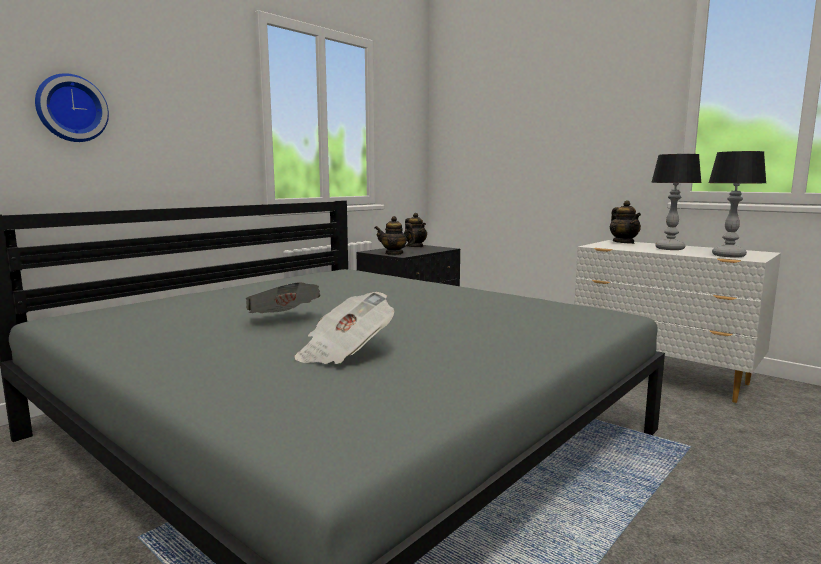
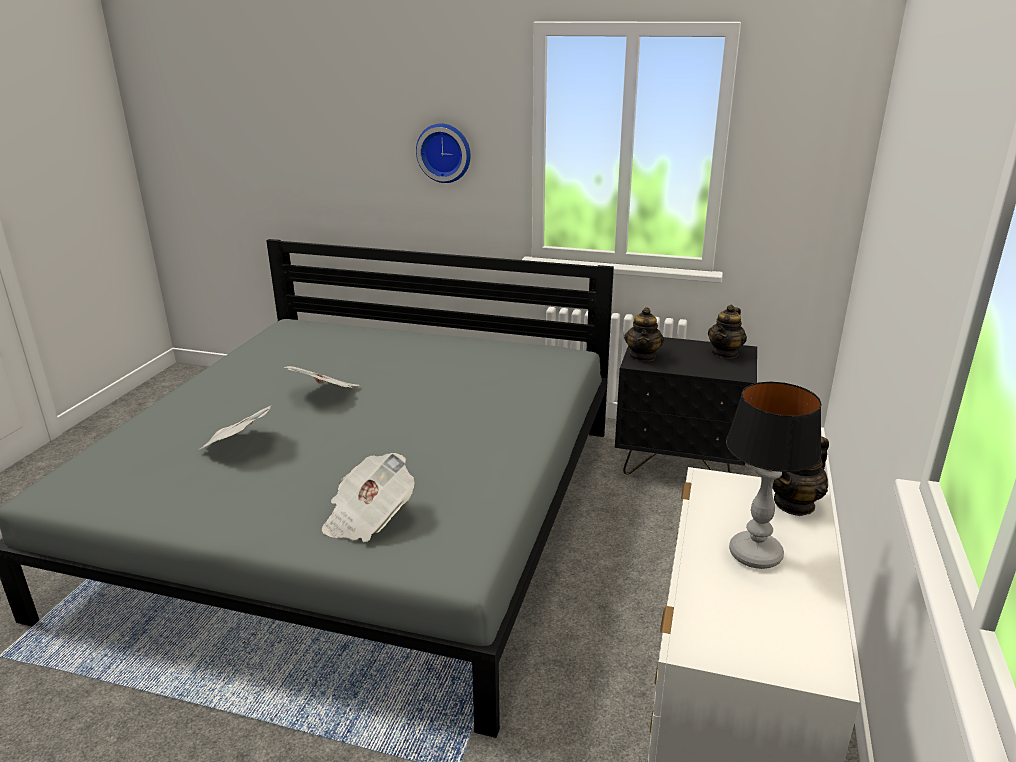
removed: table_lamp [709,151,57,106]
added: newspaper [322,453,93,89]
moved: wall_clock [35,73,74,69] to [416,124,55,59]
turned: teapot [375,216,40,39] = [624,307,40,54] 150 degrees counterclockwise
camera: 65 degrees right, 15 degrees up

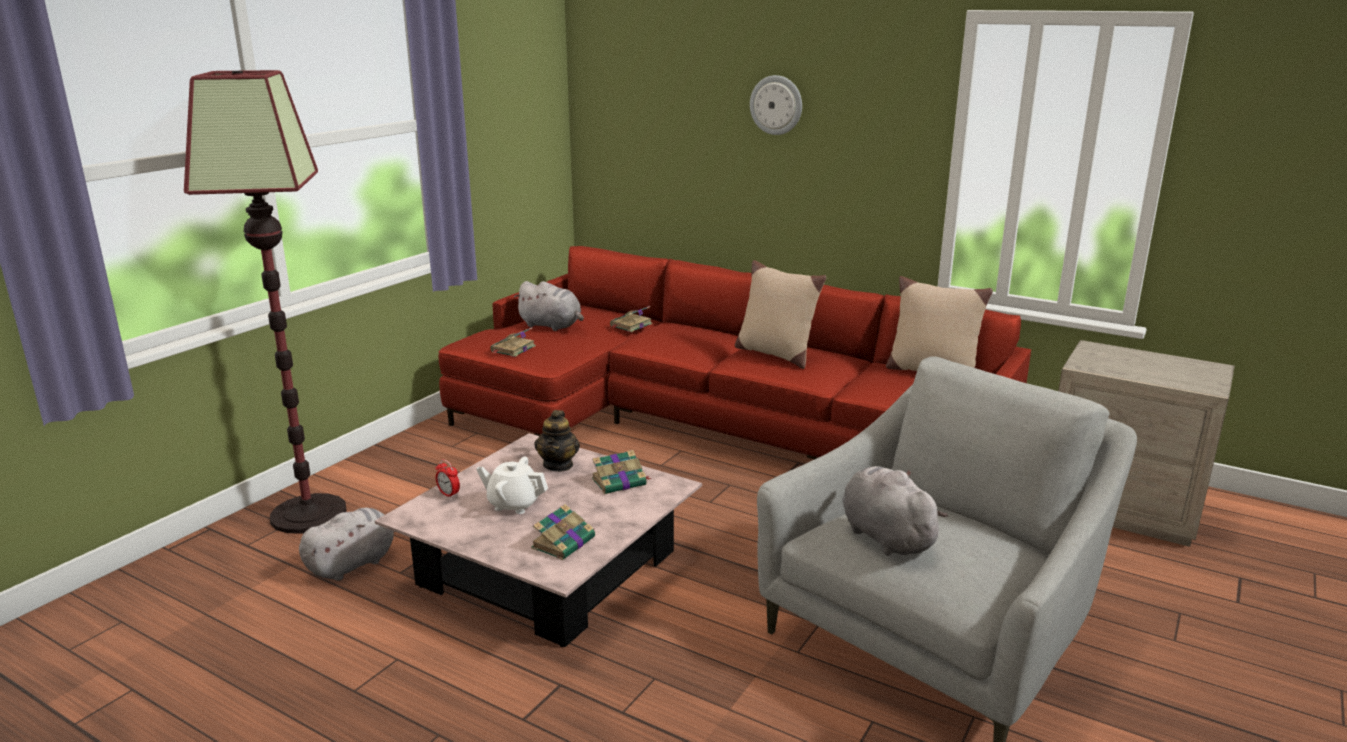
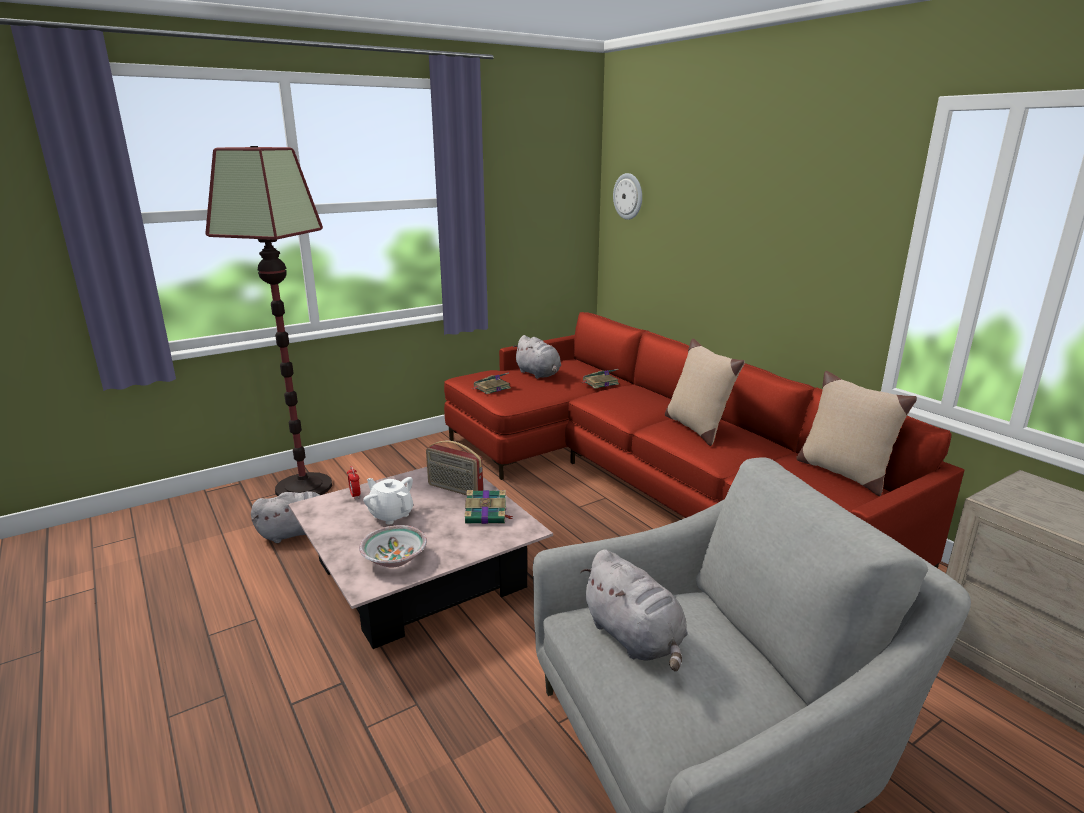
moved: wall_clock [750,75,52,60] to [613,173,29,47]
replaced: teapot [534,410,46,62] to radio [426,441,57,54]; book [531,504,64,56] to bowl [359,525,68,42]
turned: grey_plush_toy [842,466,106,90] = [580,549,107,123] 150 degrees clockwise
camera: 25 degrees right, 0 degrees up

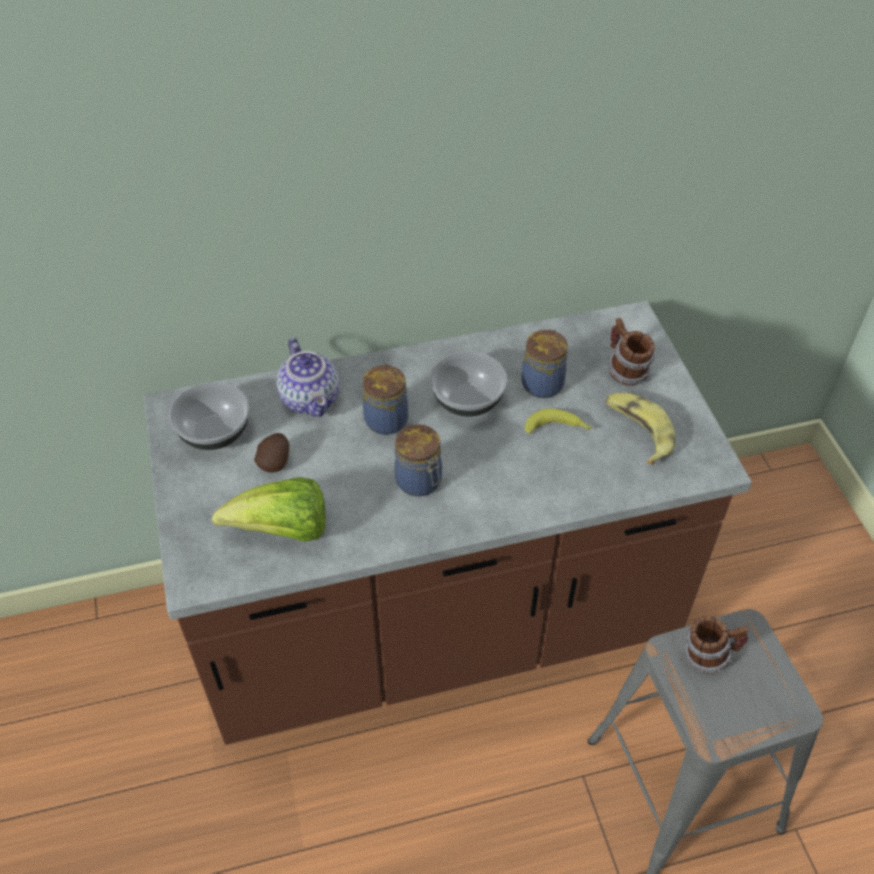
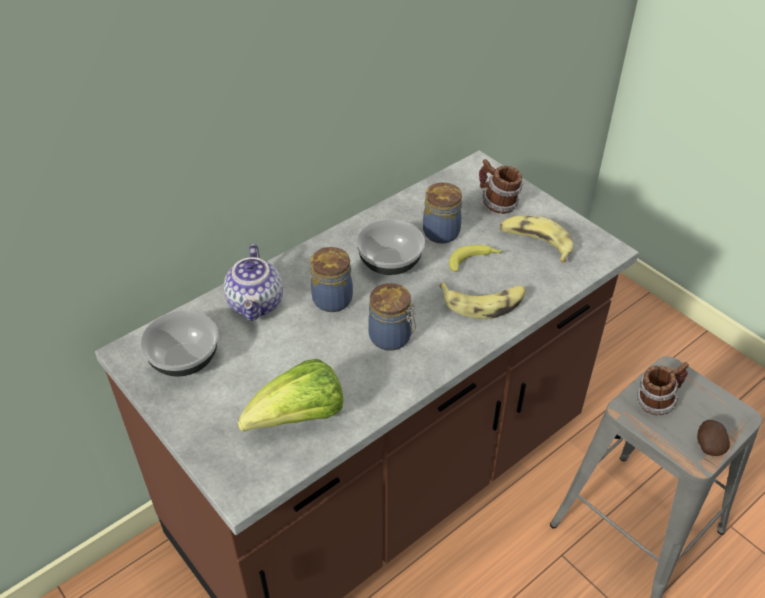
added: banana [439,282,86,37]
moved: potato [254,433,35,40] to [697,420,33,36]
turned: teapot [277,338,63,79] = [224,244,59,77] 45 degrees clockwise
camera: 25 degrees left, 5 degrees down

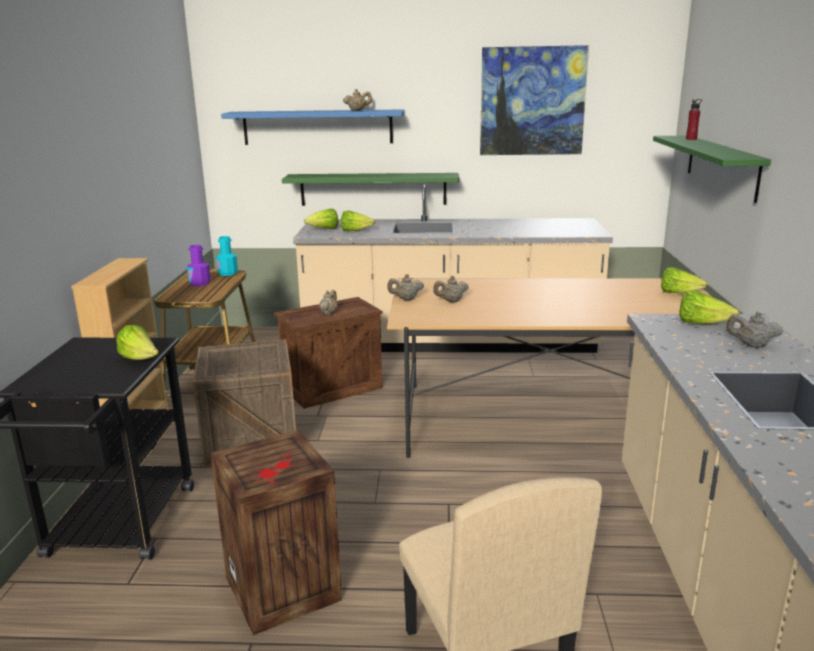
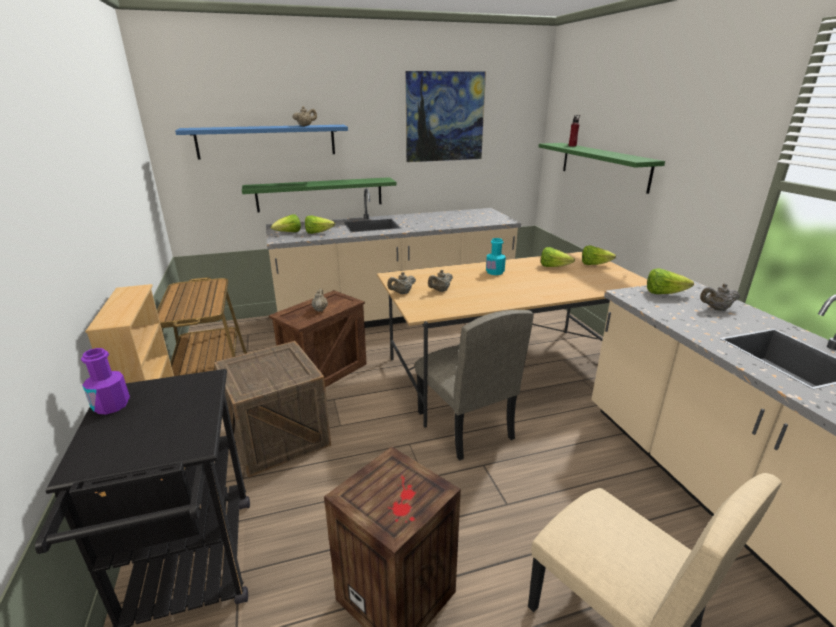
added: beige_chair [415,310,119,150]
moved: turquoise_bottle [216,236,22,40] to [486,238,20,37]; purple_bottle [187,245,24,41] to [81,348,49,66]; lettuce [116,325,43,35] to [541,247,34,20]
camera: 20 degrees left, 5 degrees up

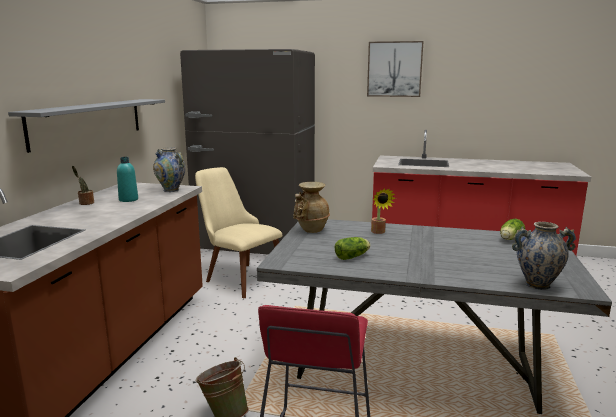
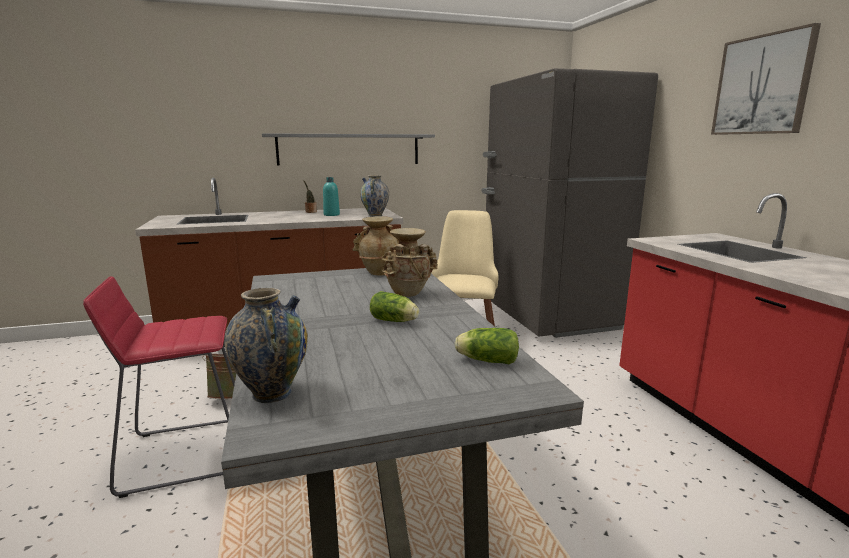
moved: lettuce [335,237,35,23] to [370,291,49,31]
replaced: potted_plant [371,188,25,46] to beige_vase [382,228,56,69]
camera: 60 degrees right, 0 degrees up

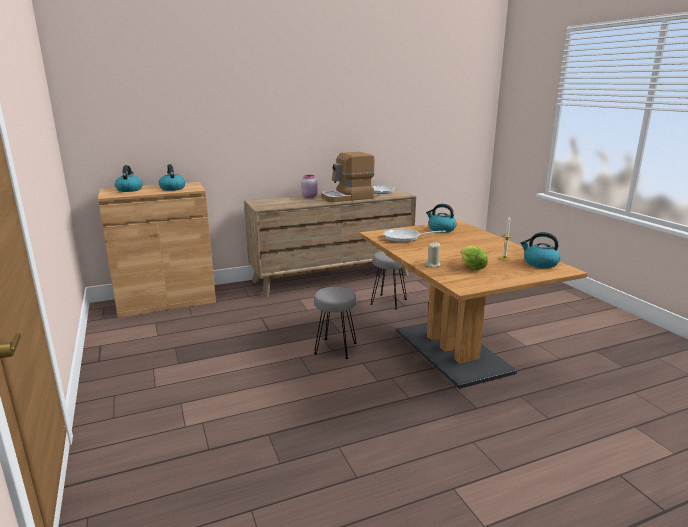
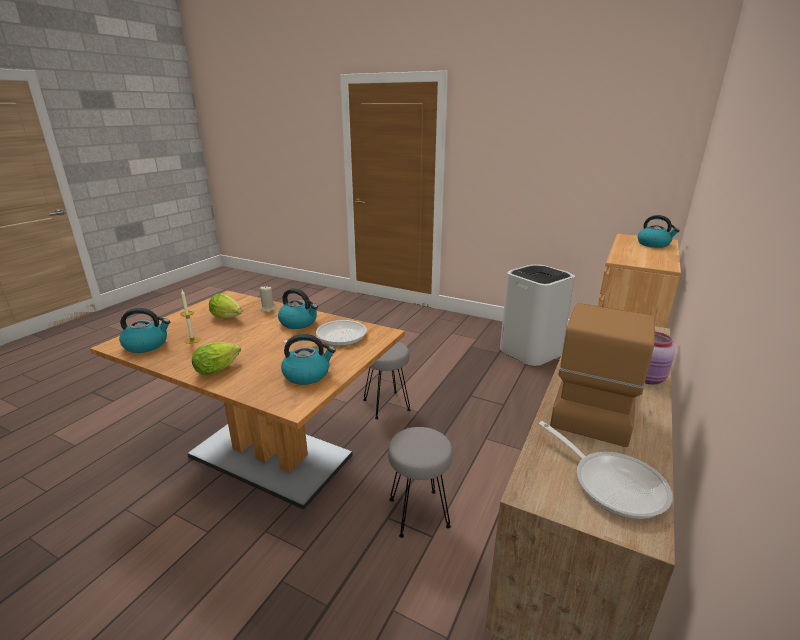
added: white_trash_can [500,264,75,102]; lettuce [192,342,49,33]
moved: kettle [159,164,26,27] to [278,288,40,41]
camera: 140 degrees right, 5 degrees up

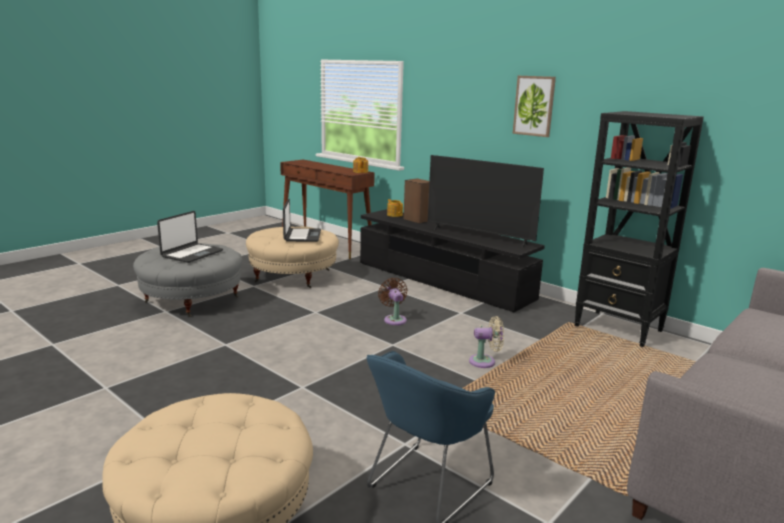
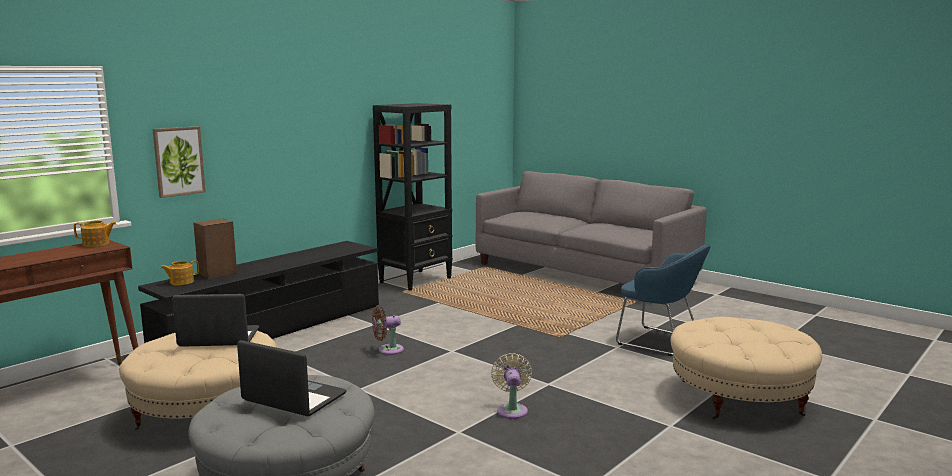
removed: television [428,155,116,92]
moved: picture [513,76,43,61] to [153,126,53,72]; beige_fan [469,316,35,52] to [491,353,41,66]
camera: 90 degrees left, 5 degrees down

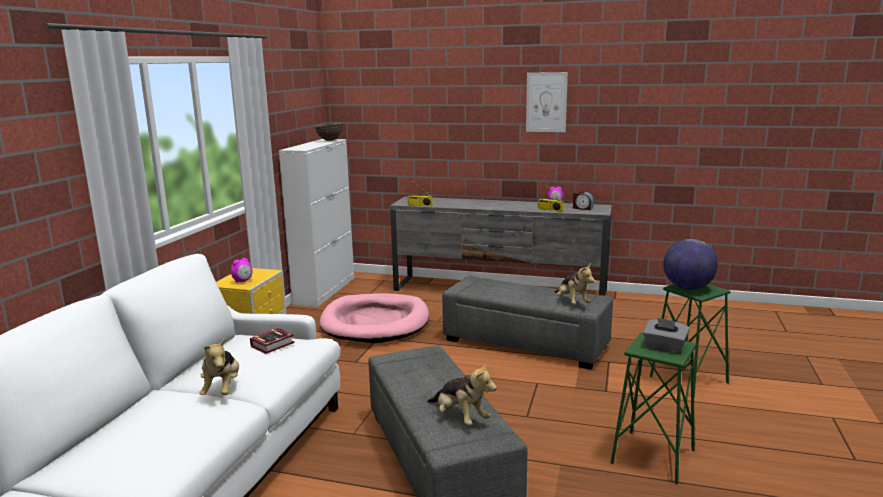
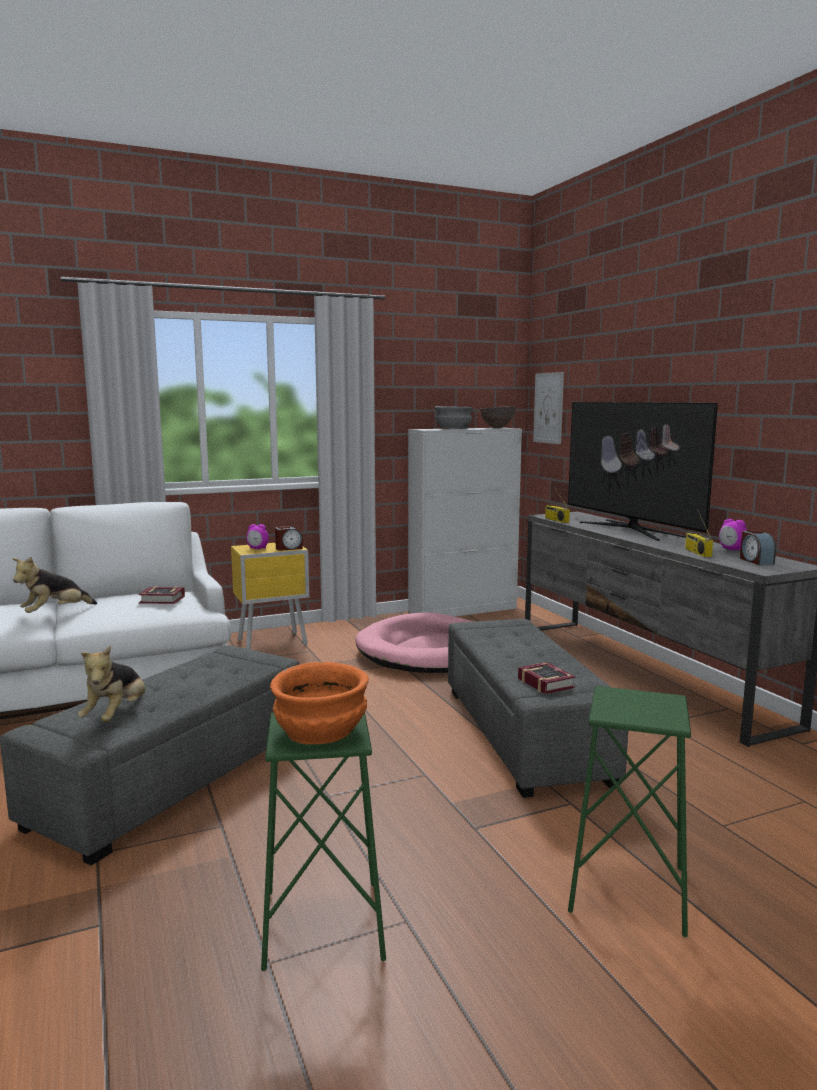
removed: globe [663,239,55,51]
added: television [568,402,150,139]; grey_bowl [435,406,38,23]; alarm_clock [275,526,28,25]
moved: picture [526,72,42,60] to [533,372,31,72]
replaced: plush_toy [554,263,41,41] to book [518,662,57,32]; grey_tissue_box [643,317,47,36] to orange_bowl [270,662,99,82]
camera: 50 degrees right, 5 degrees down

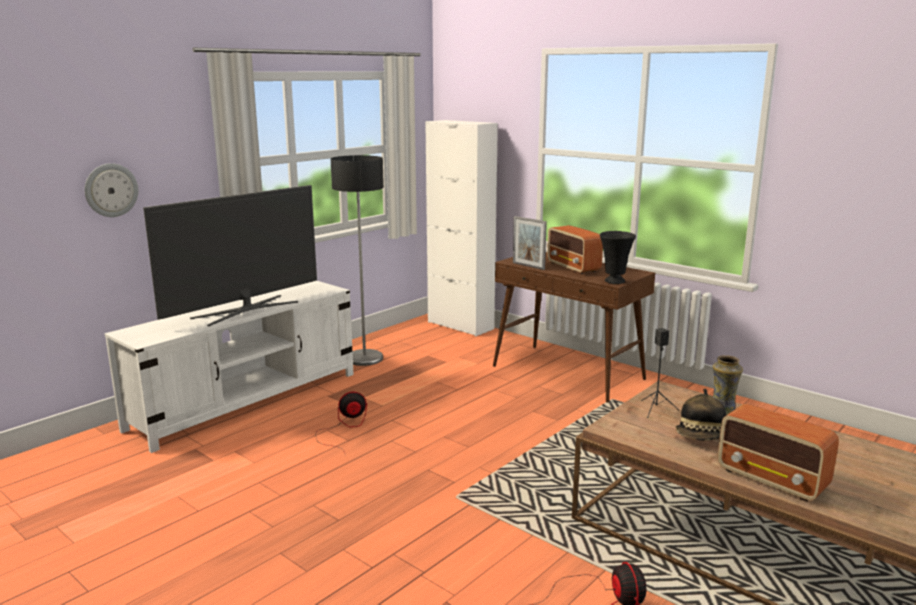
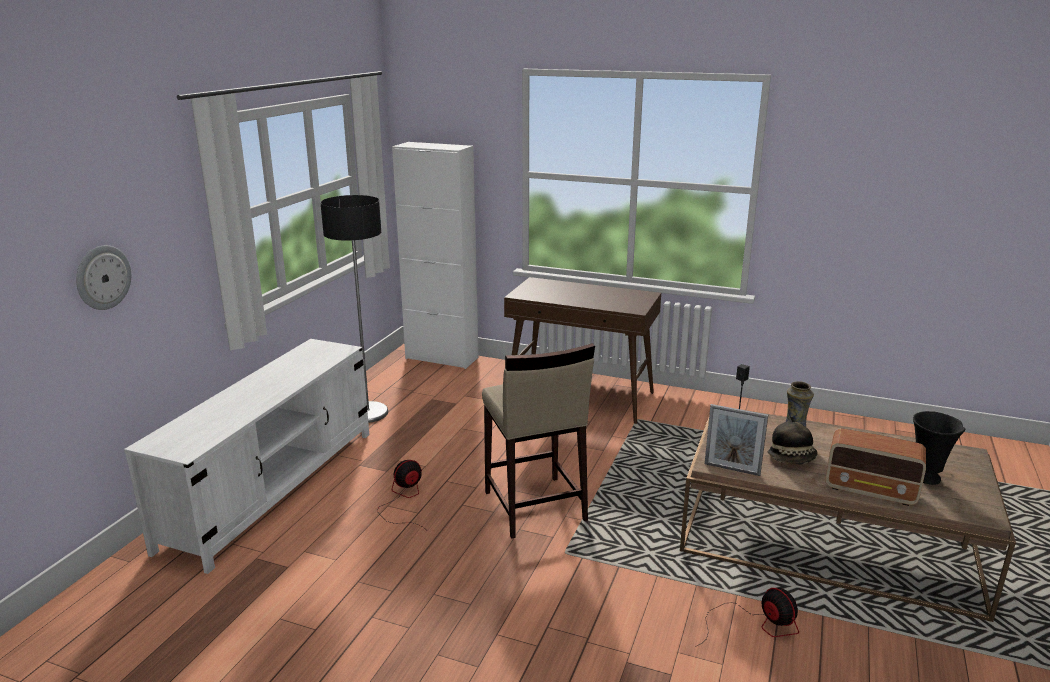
removed: television [143,185,174,141]; radio [547,225,56,49]
added: beige_stool [482,343,113,196]
moved: picture_frame [513,216,34,54] to [705,404,63,72]; black_vase [600,231,36,53] to [913,411,52,74]
camera: 20 degrees left, 5 degrees up

